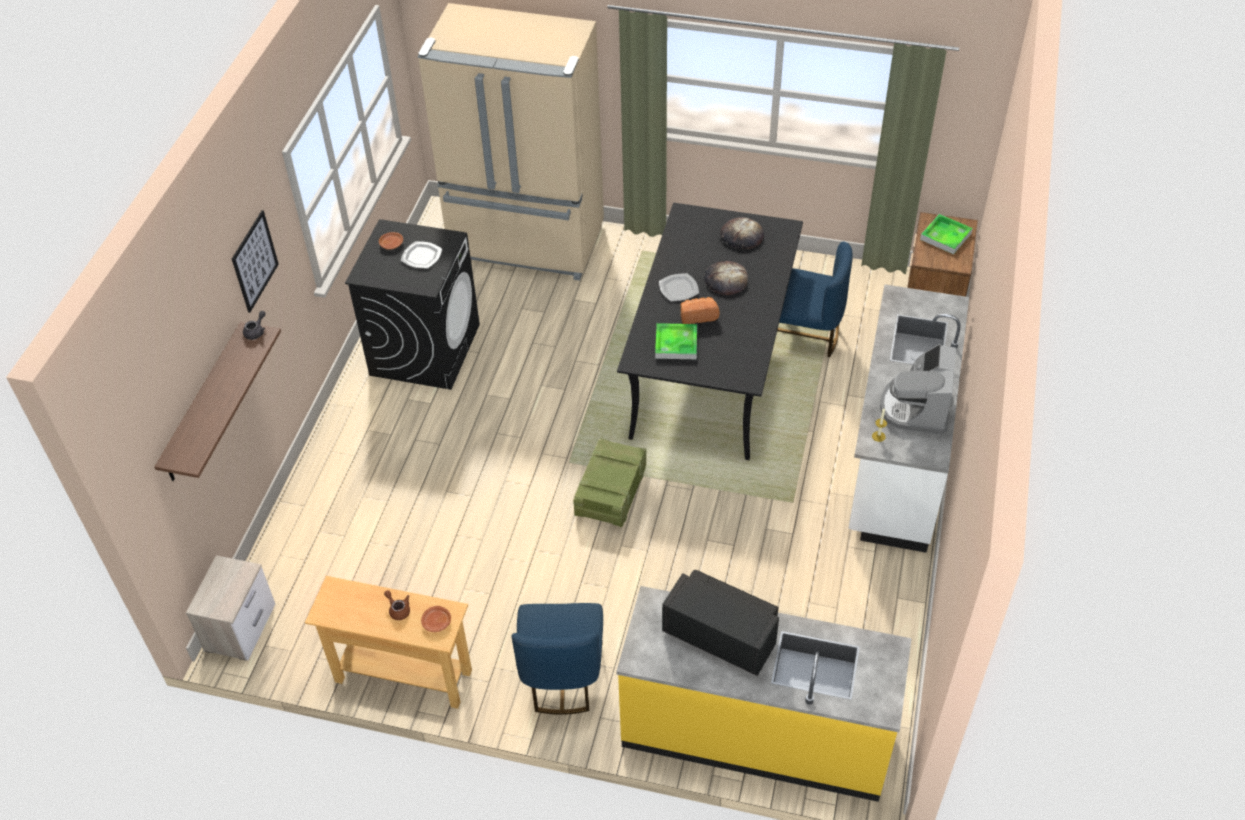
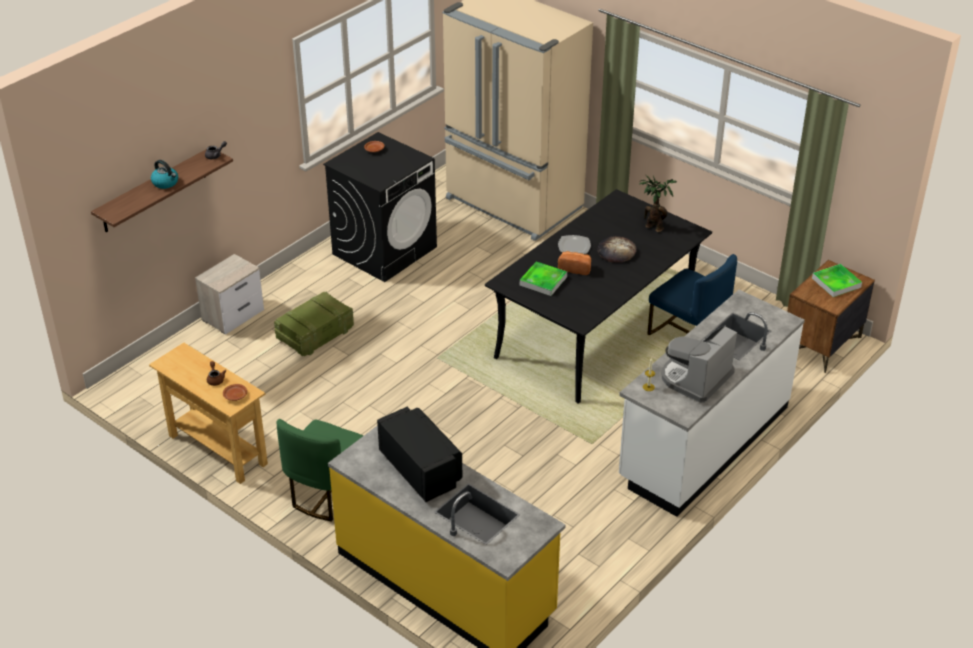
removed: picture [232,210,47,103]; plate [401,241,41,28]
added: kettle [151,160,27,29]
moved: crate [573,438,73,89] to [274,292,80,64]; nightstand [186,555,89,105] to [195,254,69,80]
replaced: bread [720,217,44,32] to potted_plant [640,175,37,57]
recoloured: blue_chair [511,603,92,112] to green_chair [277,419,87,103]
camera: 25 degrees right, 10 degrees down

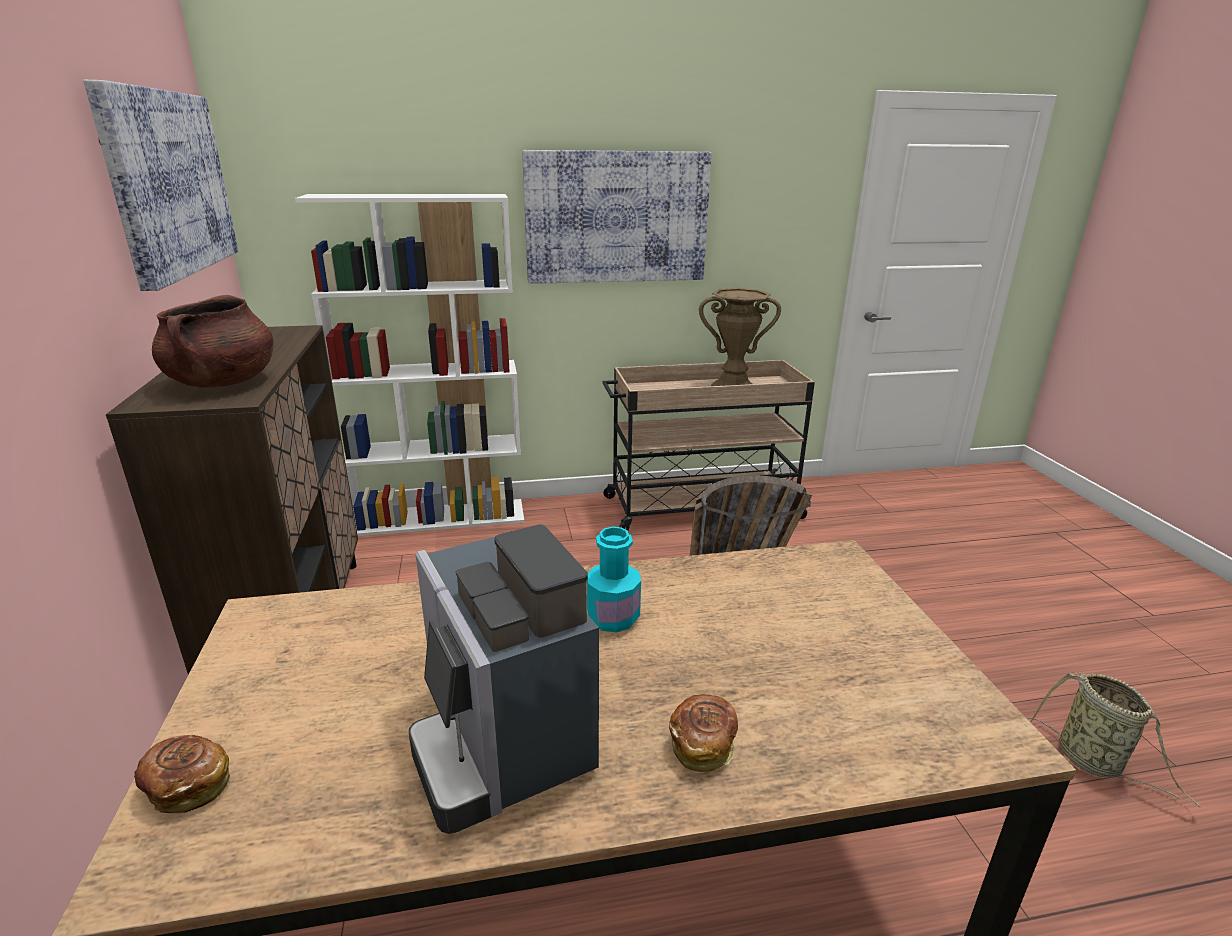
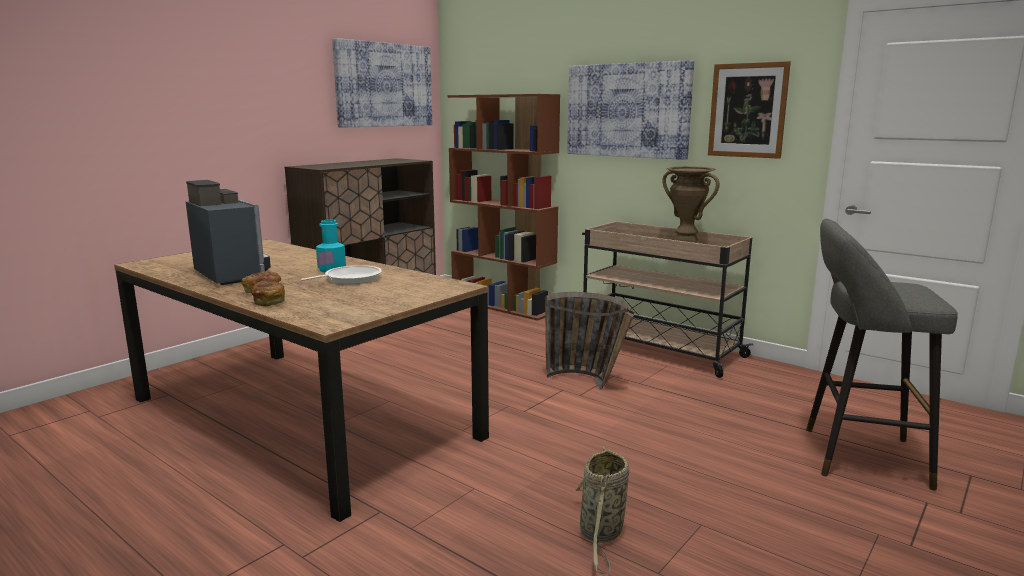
removed: brown_cooking_pot [152,295,122,93]
added: picture [708,61,83,98]; grey_stool [806,219,152,271]; frying_pan [301,265,81,19]
moved: bread [134,735,96,78] to [251,280,35,26]
recoloured: white_bookcase [295,194,229,342] to brown_bookcase [447,94,113,227]
turned: coffee_machine [409,524,190,310] = [186,180,85,105] 120 degrees clockwise
camera: 50 degrees right, 10 degrees down

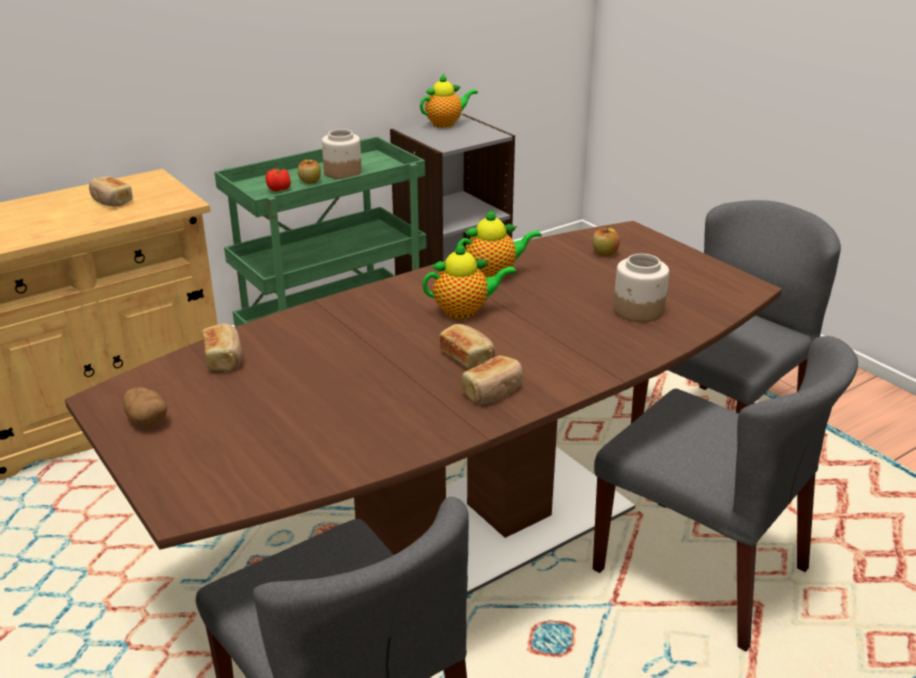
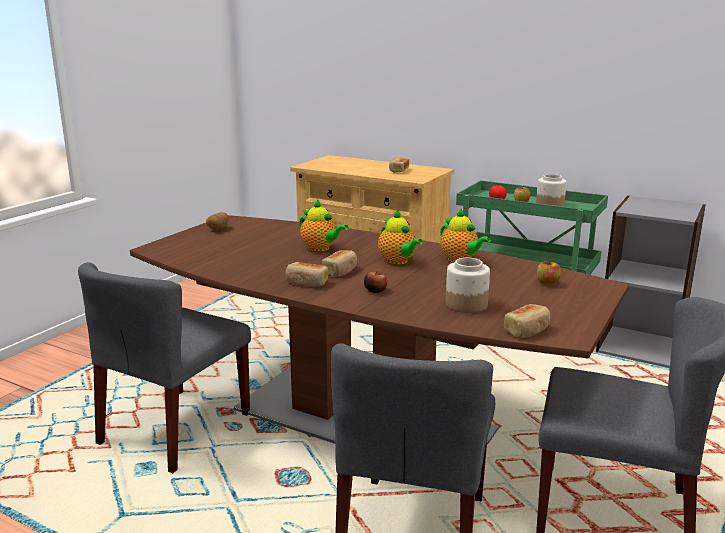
added: apple [364,272,23,21]
moved: teapot [420,73,58,55] to [299,199,49,53]; bread [202,323,41,48] to [504,304,46,34]
camera: 65 degrees right, 10 degrees down

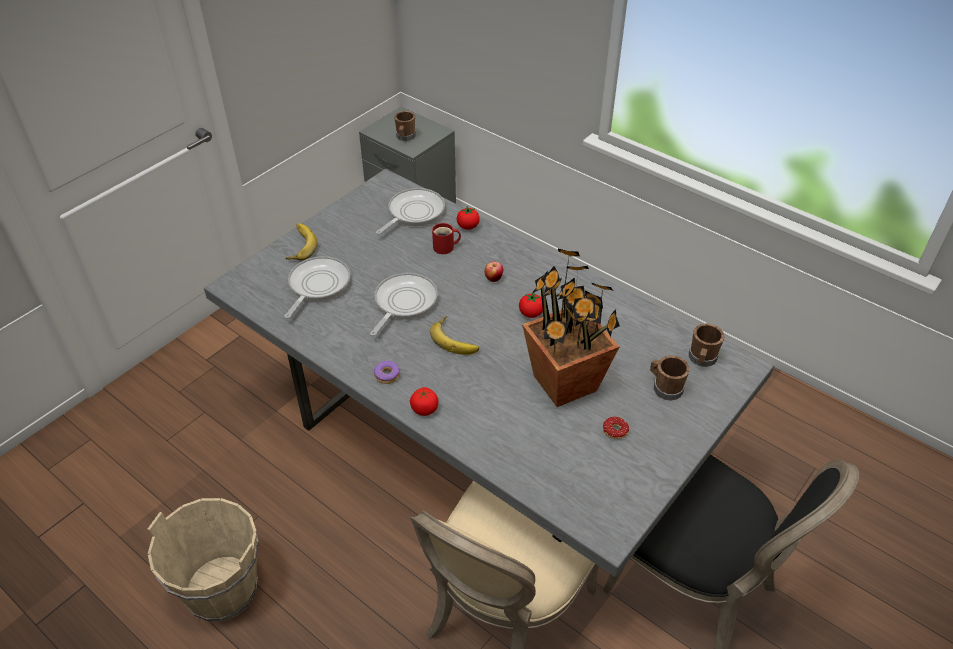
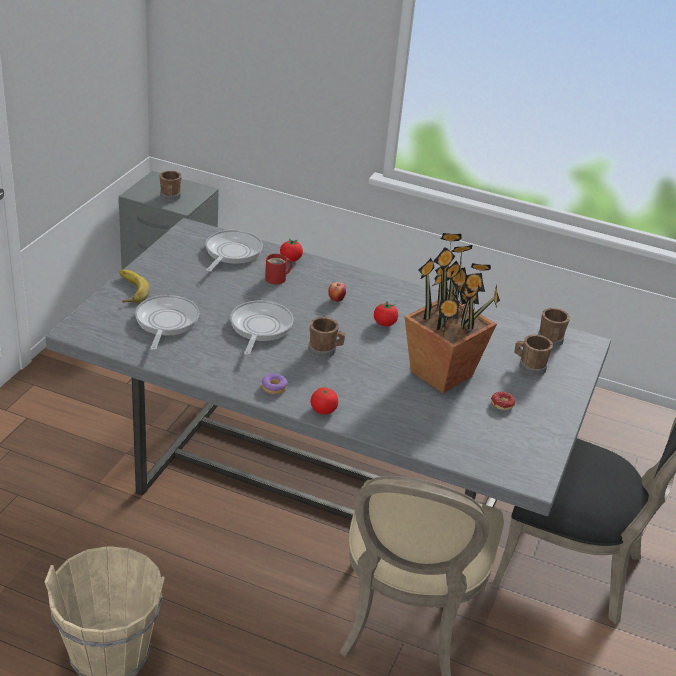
replaced: banana [430,316,49,39] to brown_mug [309,317,36,41]
camera: 20 degrees left, 10 degrees down

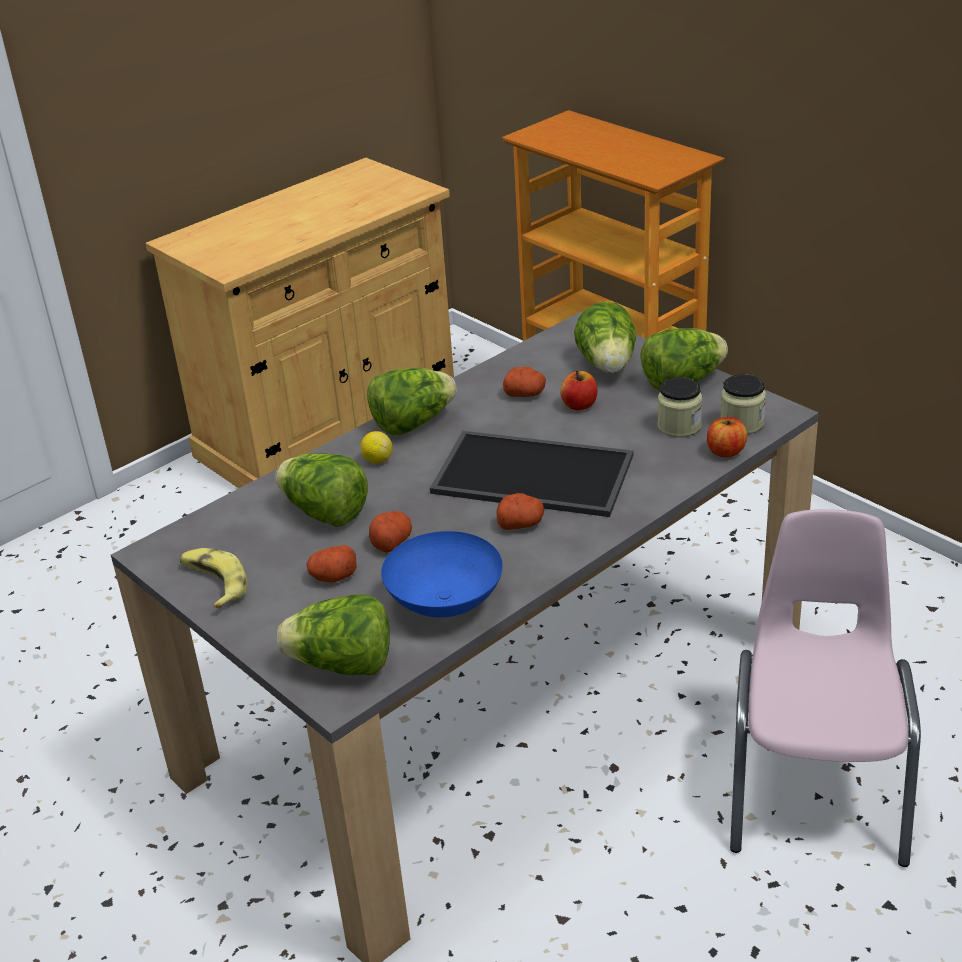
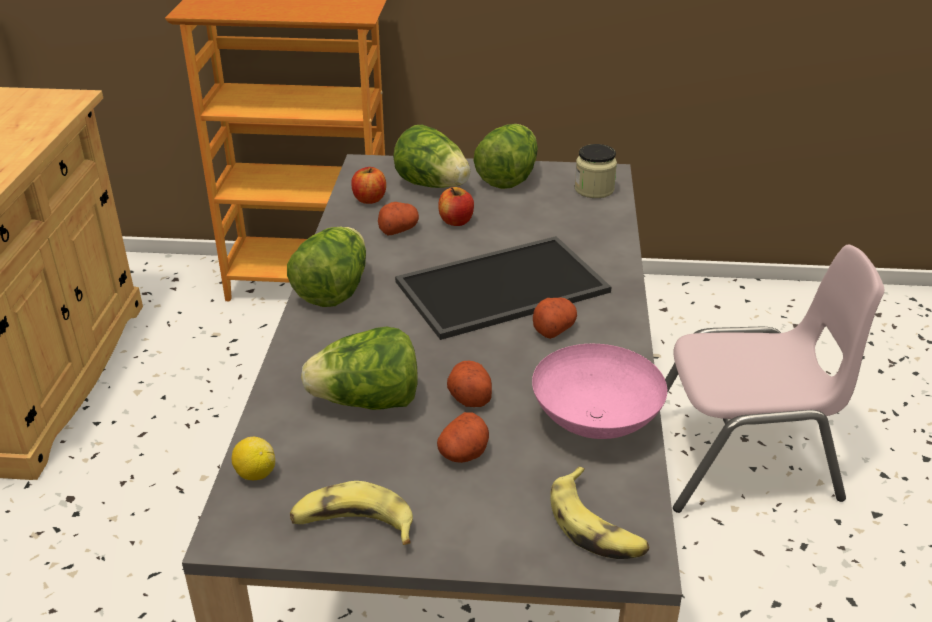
removed: jar [657,377,45,60]
moved: apple [707,417,40,41] to [351,167,35,37]; lemon [361,431,31,33] to [232,437,43,43]
replaced: lettuce [277,594,113,81] to banana [550,467,99,92]
recoloured: blue_bowl [381,531,122,87] to pink_bowl [532,344,135,95]
turned: pink_chair [730,509,191,358] = [665,244,220,269] 120 degrees clockwise
camera: 45 degrees left, 0 degrees up

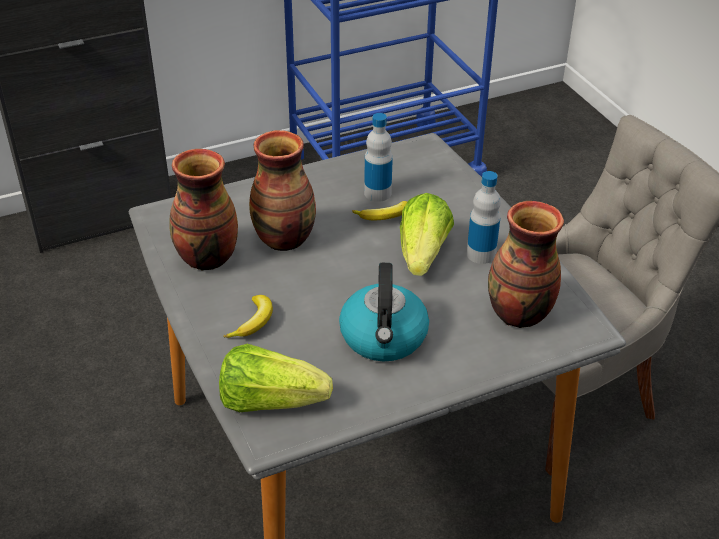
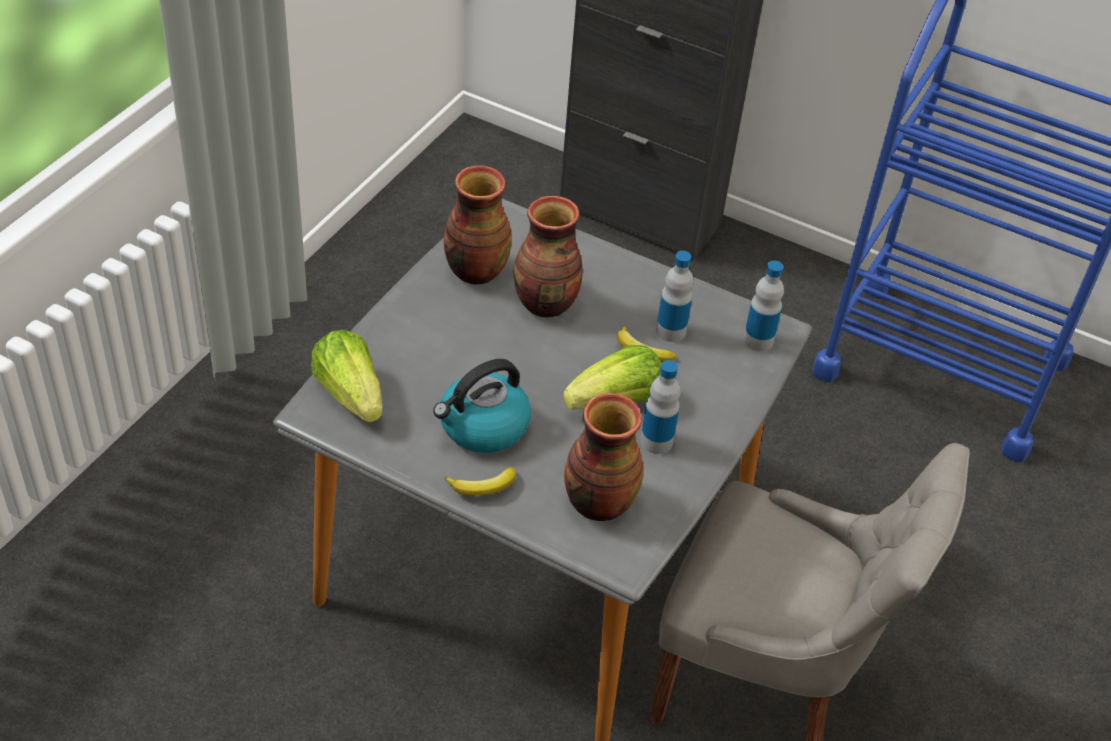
added: bottle [743,260,41,91]
moved: banana [223,295,50,43] to [444,467,72,29]
camera: 50 degrees right, 5 degrees up

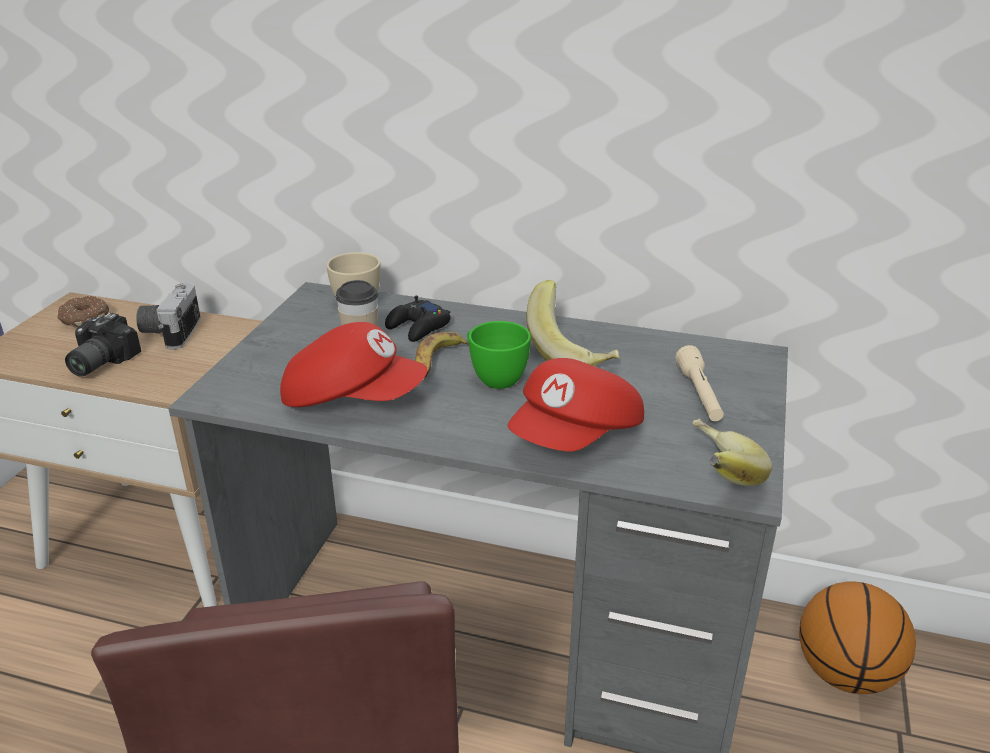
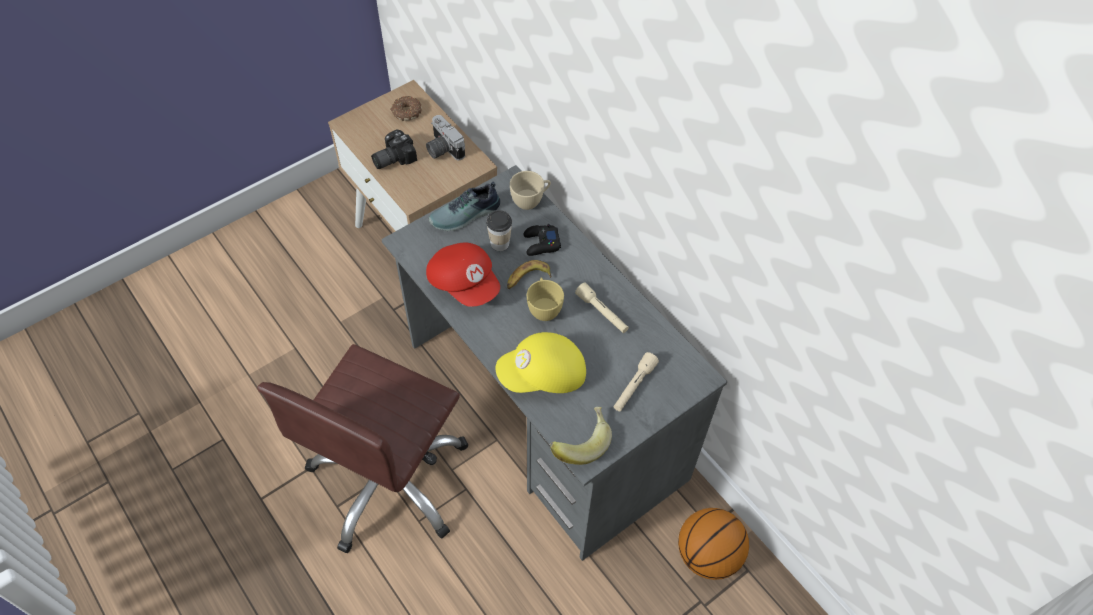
added: shoe [429,181,71,50]
replaced: banana [527,280,92,86] to beige_flashlight [575,282,54,51]
recoloured: green_cup [467,321,64,68] to yellow_cup [527,277,37,44]; red_cap [508,358,136,93] to yellow_cap [496,332,90,61]
turned: photo_camera [136,283,65,67] = [426,115,39,46] 75 degrees counterclockwise
camera: 35 degrees right, 25 degrees up

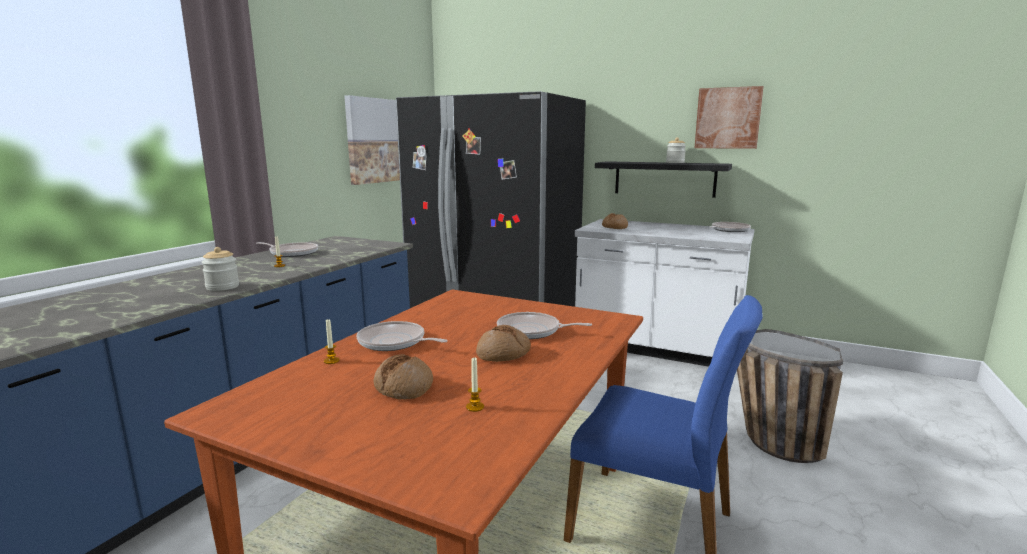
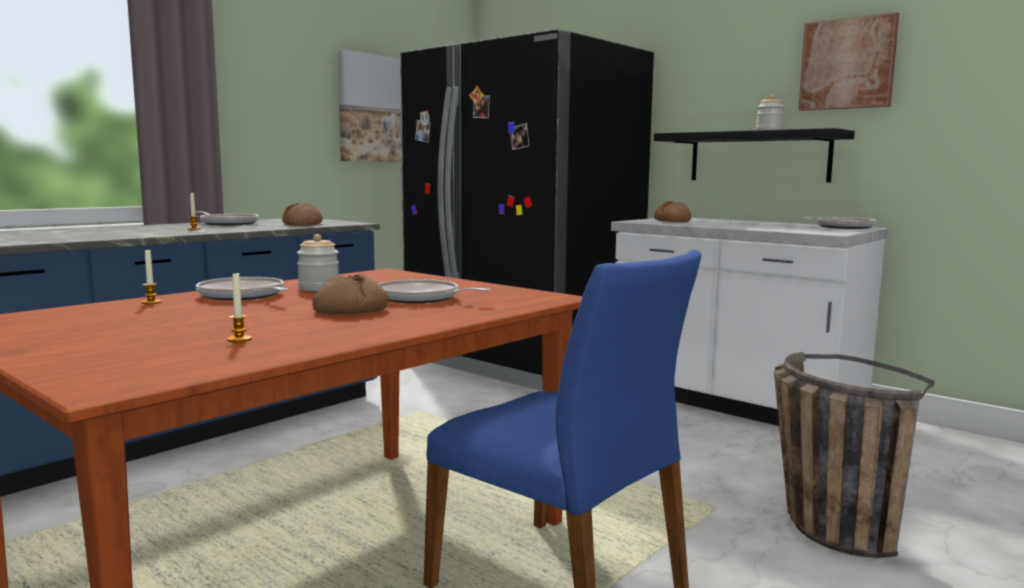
moved: jar [202,247,37,44] to [297,234,42,57]; bread [373,354,60,46] to [282,203,41,23]
camera: 15 degrees right, 5 degrees down

